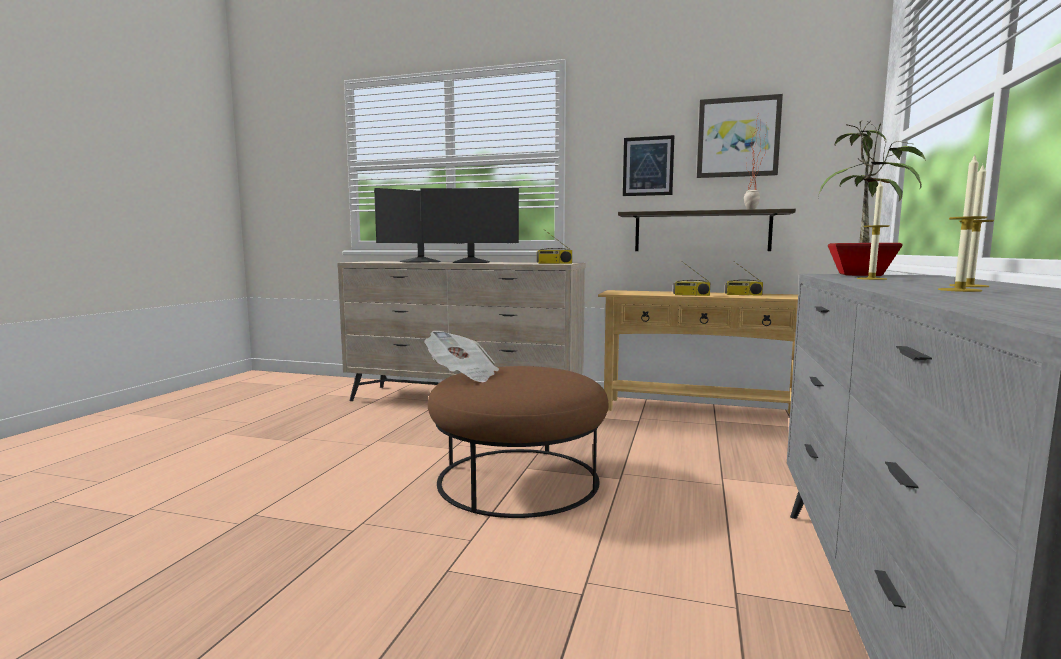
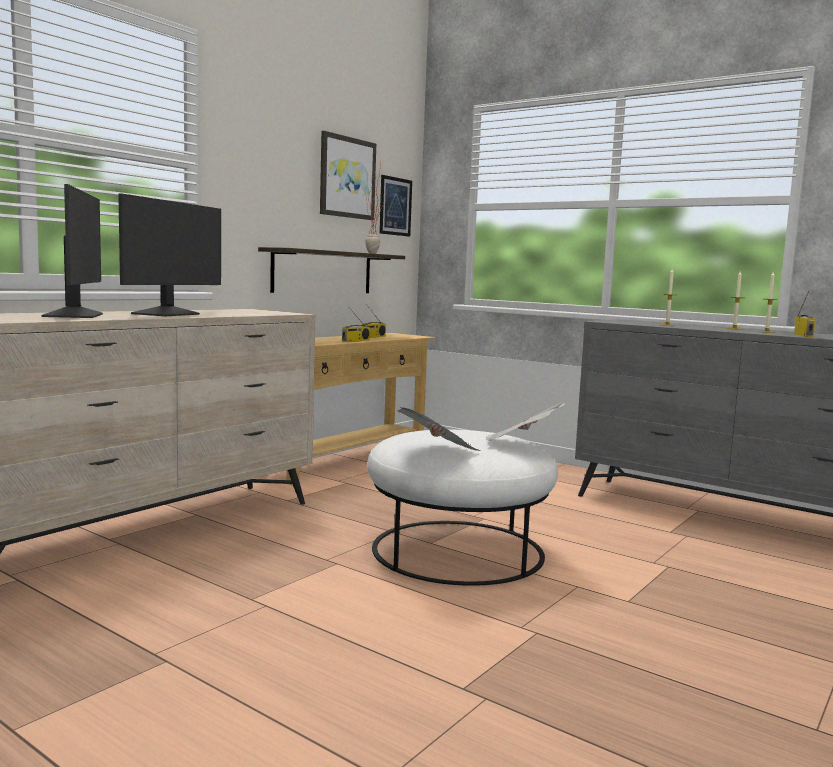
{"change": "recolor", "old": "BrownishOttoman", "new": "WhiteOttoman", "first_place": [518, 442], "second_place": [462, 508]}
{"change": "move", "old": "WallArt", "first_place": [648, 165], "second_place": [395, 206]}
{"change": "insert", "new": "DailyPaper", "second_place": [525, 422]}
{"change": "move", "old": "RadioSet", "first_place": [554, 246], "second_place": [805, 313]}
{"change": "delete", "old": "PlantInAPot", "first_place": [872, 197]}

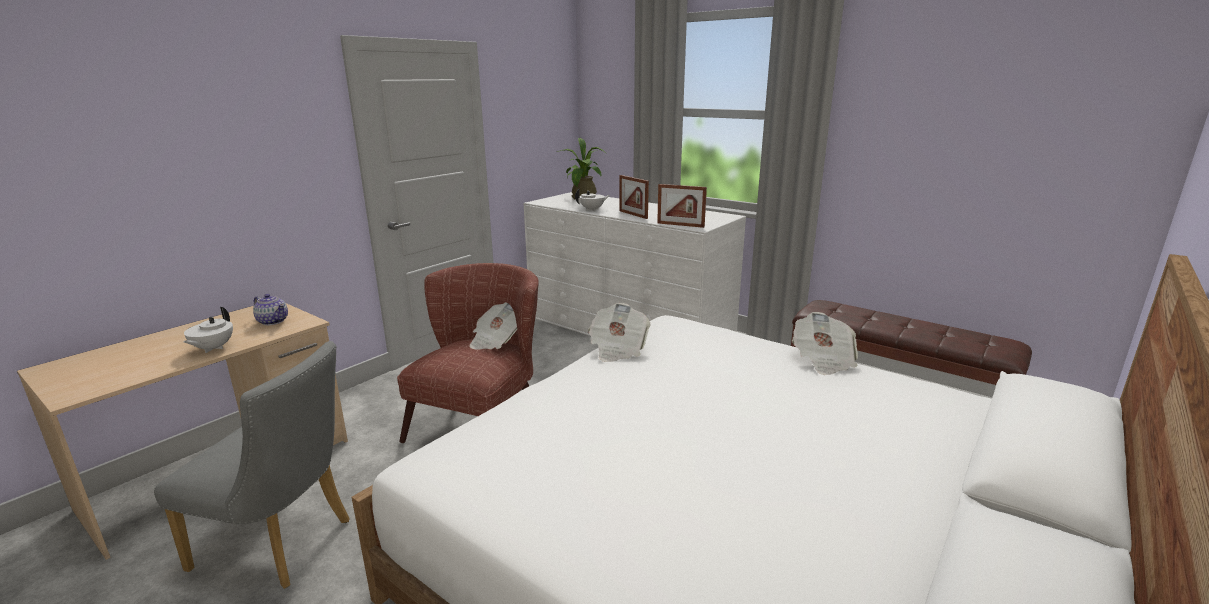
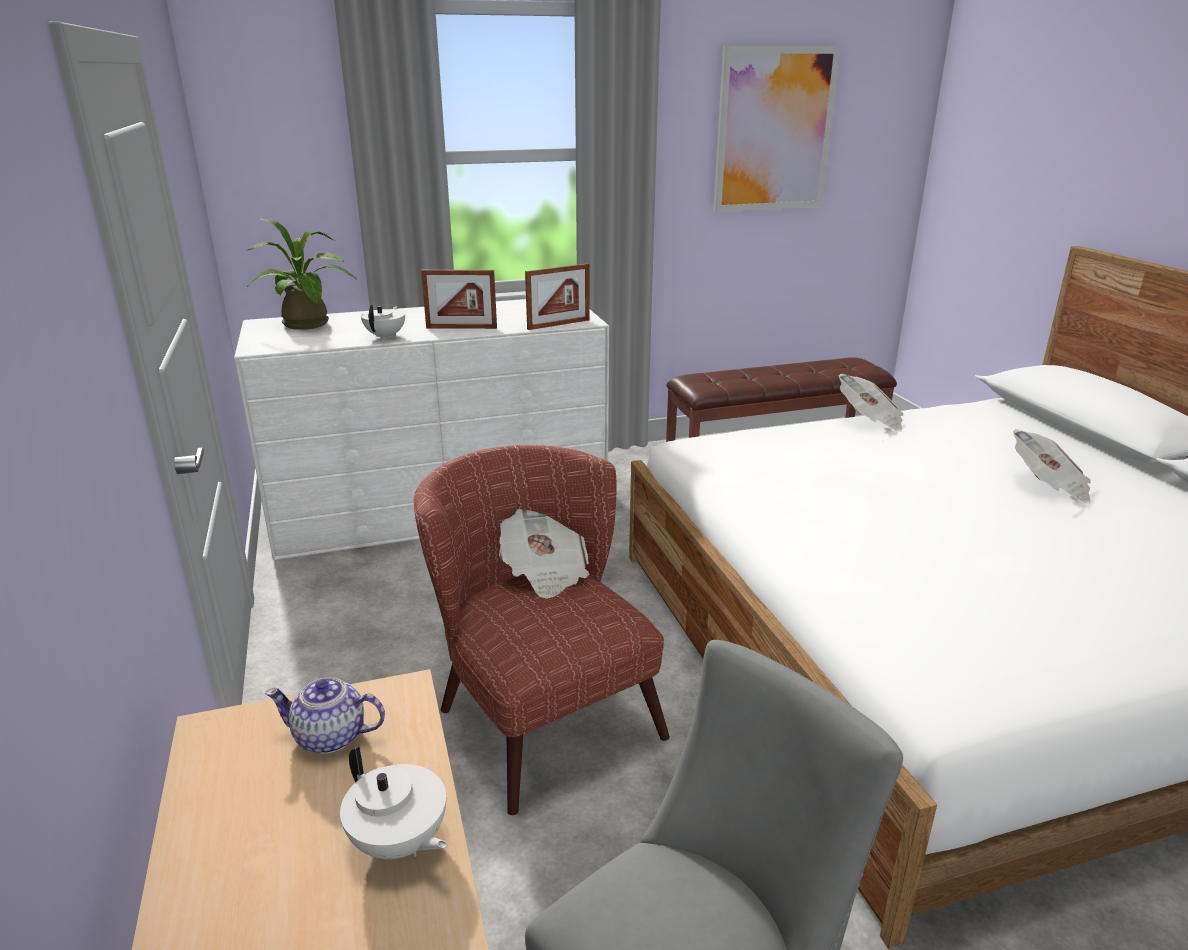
{"change": "rotate", "old": "Teapot", "first_place": [270, 309], "second_place": [325, 715], "degrees": -150}
{"change": "insert", "new": "WallArt", "second_place": [777, 128]}
{"change": "move", "old": "DailyPaper", "first_place": [619, 332], "second_place": [1052, 466]}

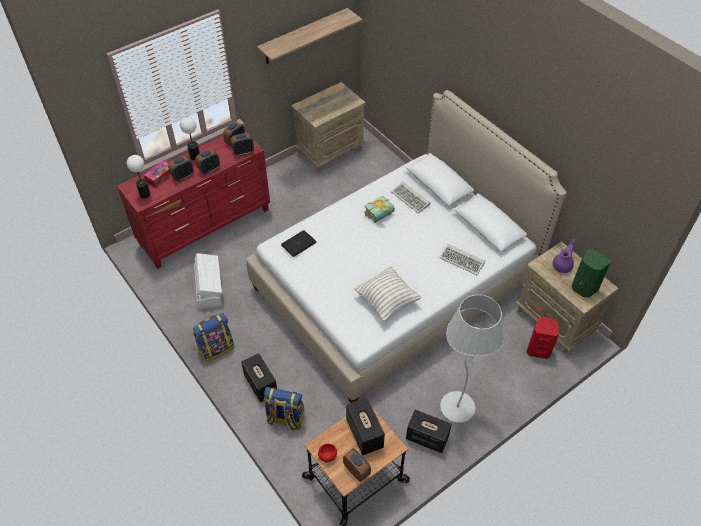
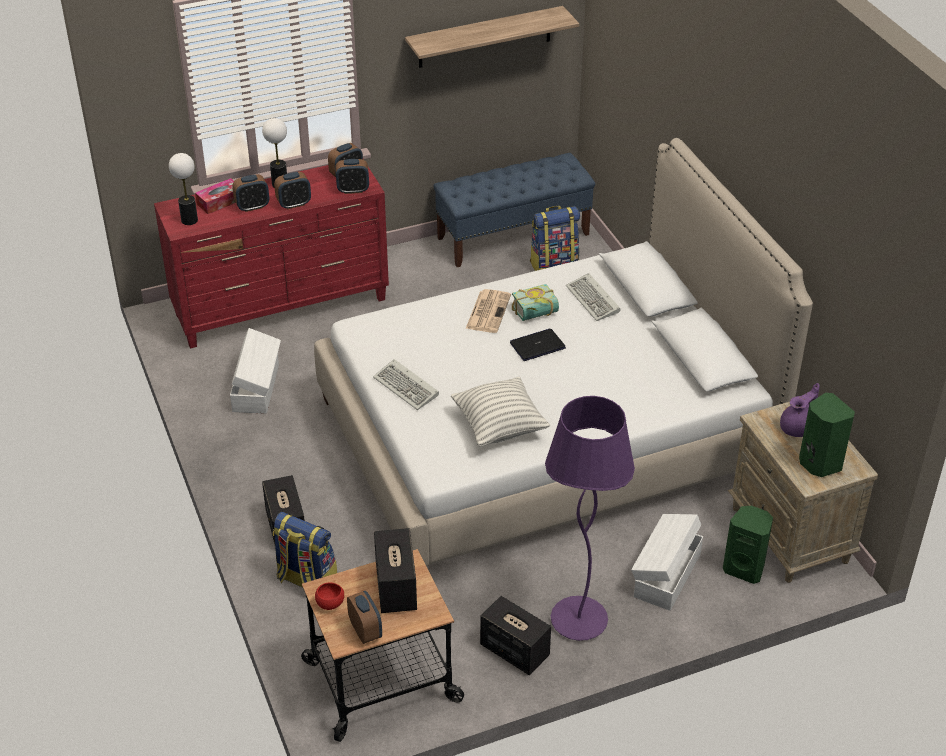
{"change": "move", "old": "PcKeyboard", "first_place": [462, 259], "second_place": [406, 384]}
{"change": "replace", "old": "SandColouredBedsideTable", "new": "BlueIndoorBench", "first_place": [329, 127], "second_place": [514, 210]}
{"change": "insert", "new": "DailyPaper", "second_place": [488, 311]}
{"change": "move", "old": "Laptop", "first_place": [299, 244], "second_place": [538, 345]}
{"change": "move", "old": "Knapsack", "first_place": [213, 337], "second_place": [555, 238]}
{"change": "recolor", "old": "WhiteFloorLamp", "new": "PurpleColouredFloorLamp", "first_place": [472, 359], "second_place": [590, 518]}
{"change": "insert", "new": "WhiteStorageBox", "second_place": [667, 562]}
{"change": "recolor", "old": "RedColouredAudioSpeaker", "new": "GreenishAudioSpeaker", "first_place": [542, 338], "second_place": [748, 545]}

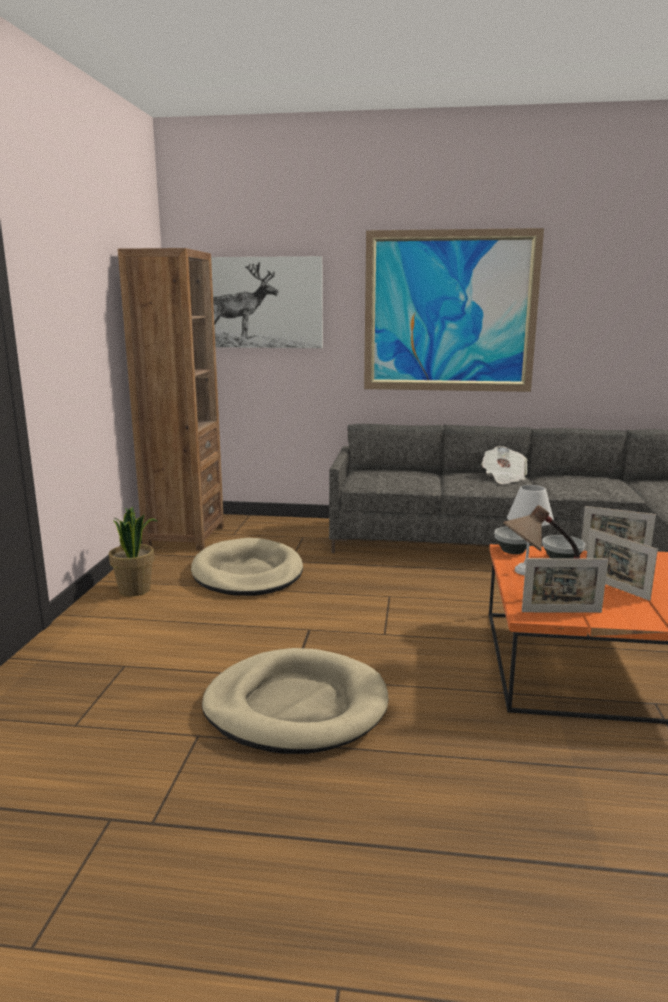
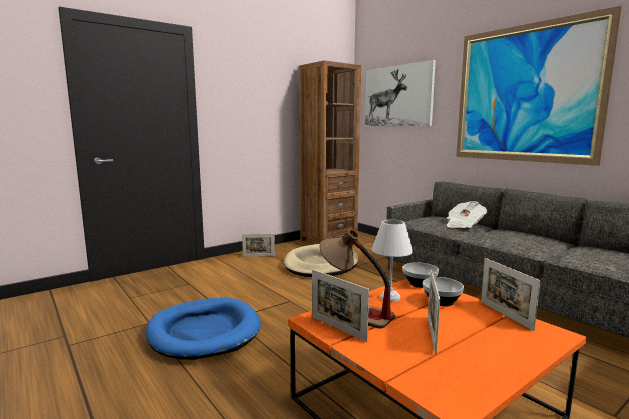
{"change": "recolor", "old": "SandColouredDogCushion", "new": "BlueDogCushion", "first_place": [295, 701], "second_place": [203, 328]}
{"change": "replace", "old": "PlantInAPot", "new": "StandingFrame", "first_place": [133, 551], "second_place": [258, 245]}
{"change": "move", "old": "DailyPaper", "first_place": [504, 465], "second_place": [467, 214]}

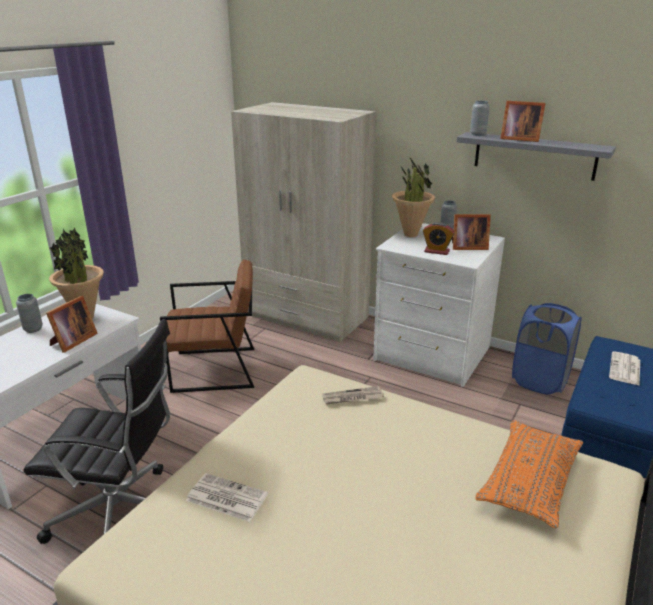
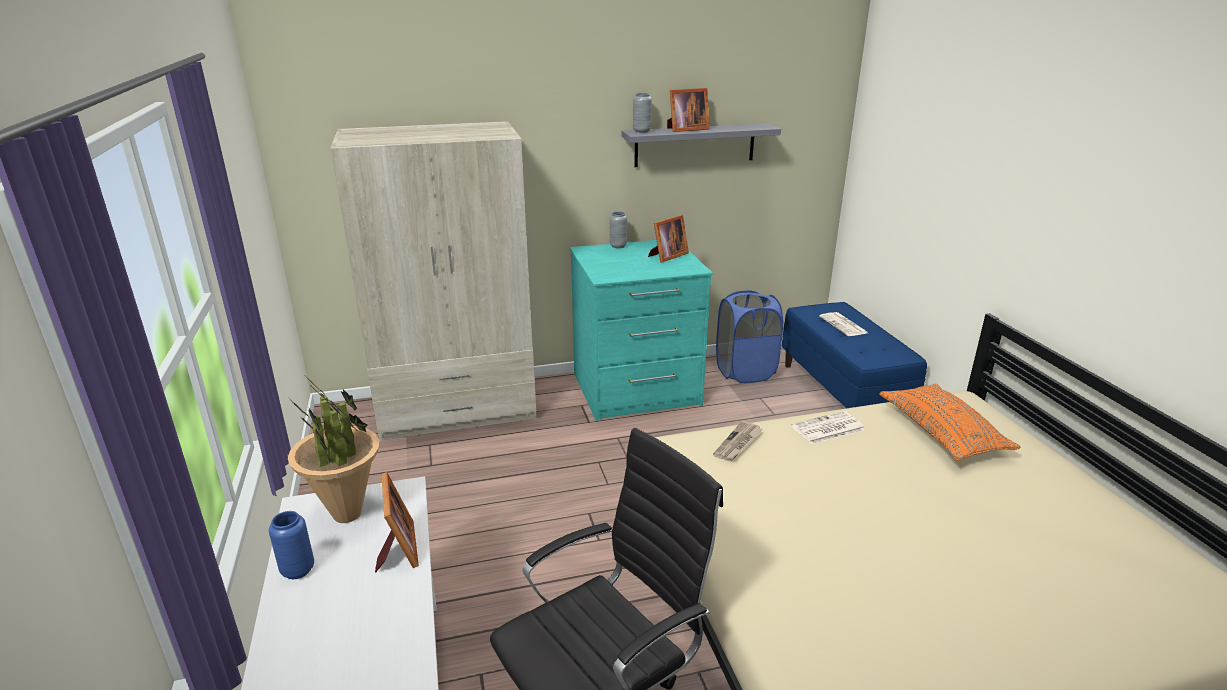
{"change": "recolor", "old": "GreyishDecorativeVase", "new": "BlueDecorativeVase", "first_place": [29, 313], "second_place": [291, 545]}
{"change": "recolor", "old": "WhiteChestOfDrawers", "new": "TurquoiseChestOfDrawers", "first_place": [439, 305], "second_place": [641, 330]}
{"change": "move", "old": "DailyPaper", "first_place": [227, 497], "second_place": [828, 427]}
{"change": "delete", "old": "BrownishEasyChair", "first_place": [207, 326]}
{"change": "delete", "old": "PlantInAPot", "first_place": [413, 196]}
{"change": "delete", "old": "TableClock", "first_place": [439, 238]}

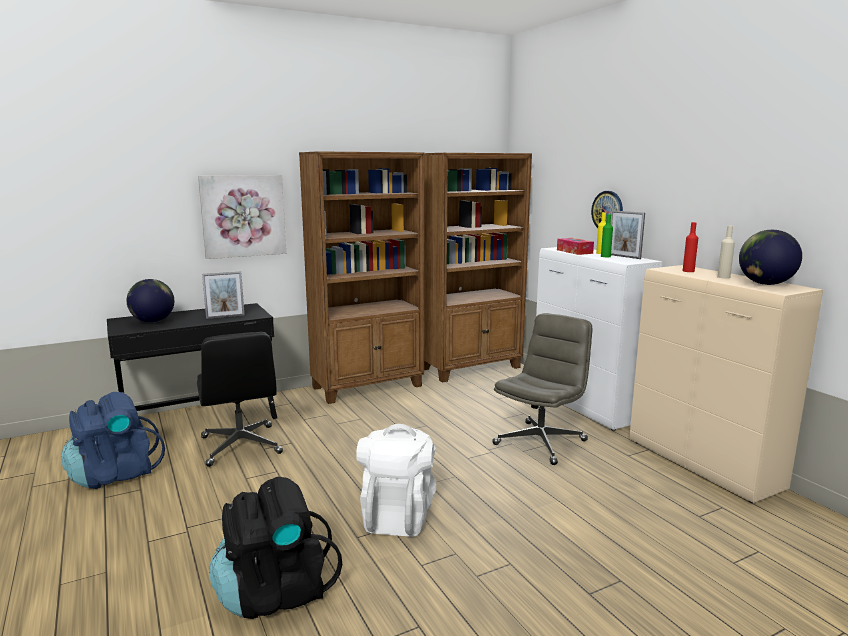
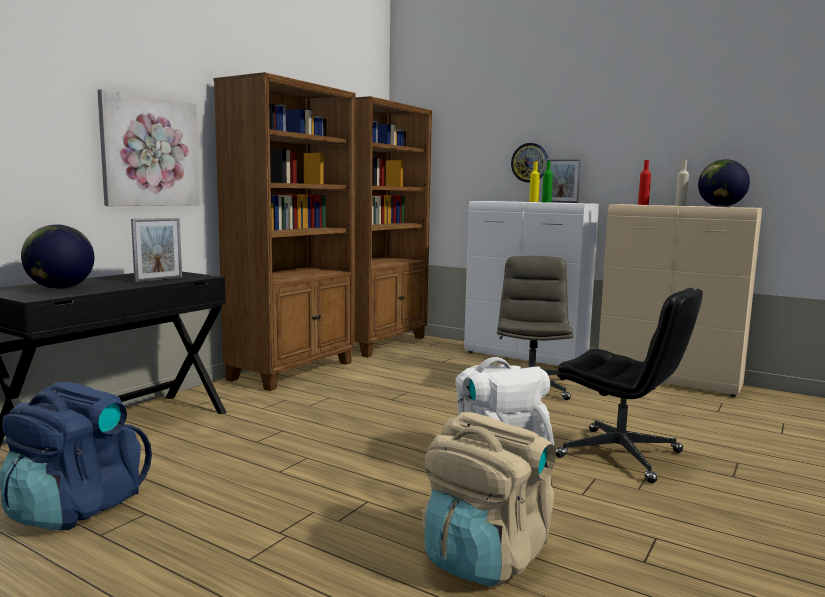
{"change": "recolor", "old": "BlackColouredKnapsack", "new": "SandColouredKnapsack", "first_place": [275, 548], "second_place": [489, 499]}
{"change": "move", "old": "BlackColouredOfficeChair", "first_place": [240, 399], "second_place": [629, 385]}
{"change": "delete", "old": "TissueBox", "first_place": [575, 246]}

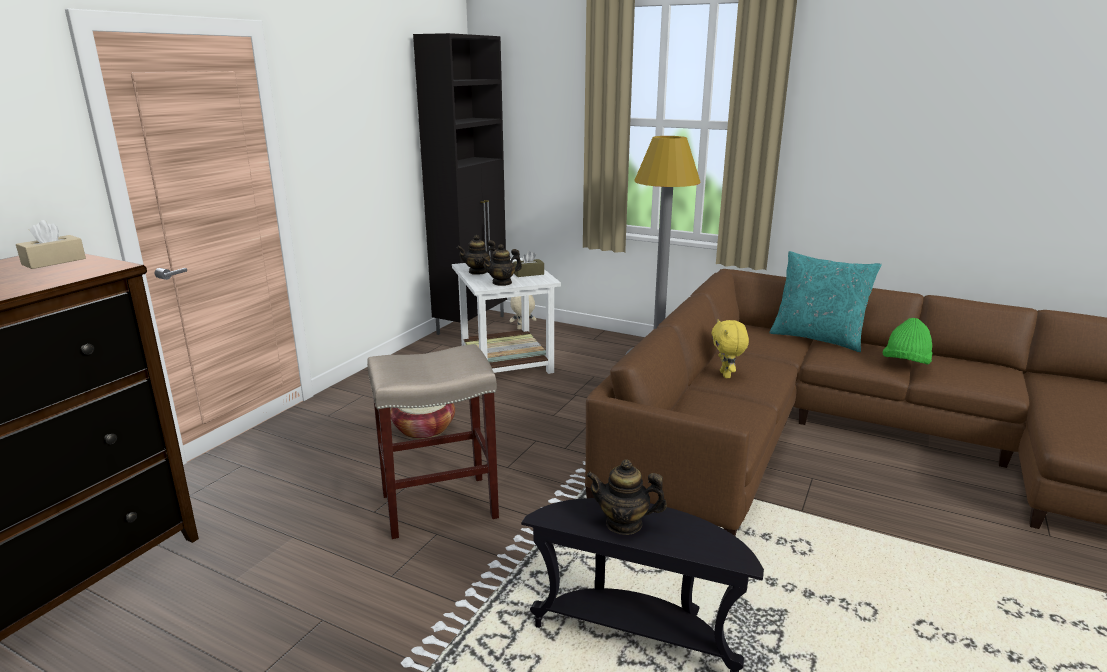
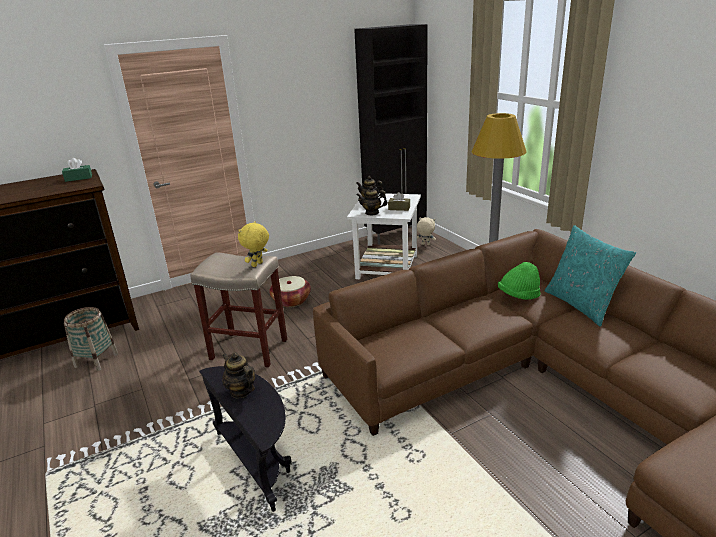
{"change": "recolor", "old": "SandColouredTissueBox", "new": "GreenishTissueBox", "first_place": [51, 244], "second_place": [77, 170]}
{"change": "insert", "new": "HouseholdBasket", "second_place": [91, 339]}
{"change": "move", "old": "YellowSoftToy", "first_place": [730, 348], "second_place": [253, 244]}
{"change": "move", "old": "GreenishHat", "first_place": [907, 341], "second_place": [519, 281]}

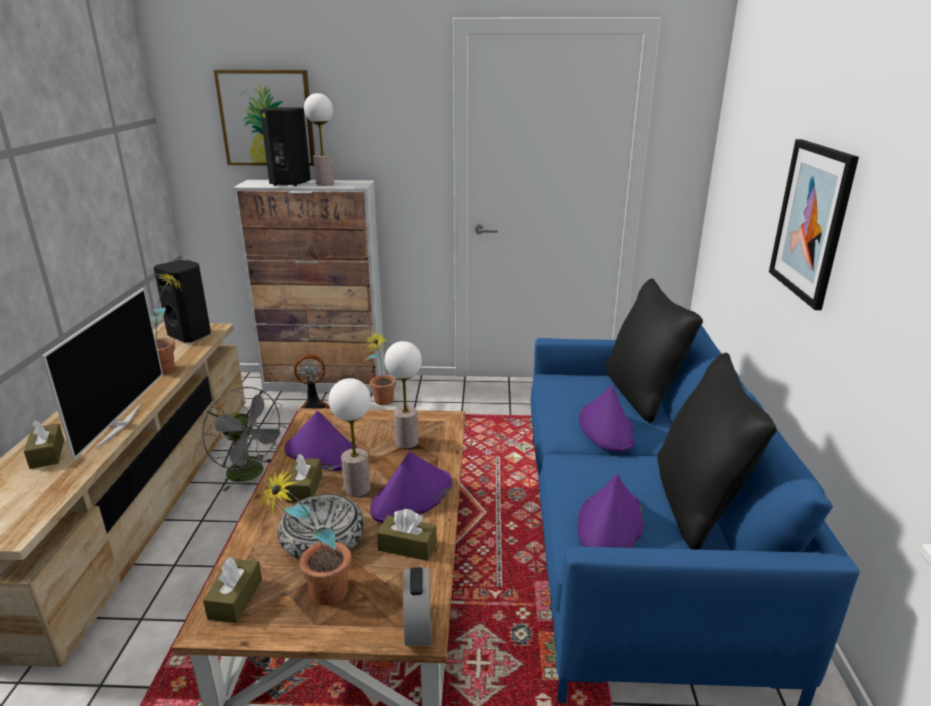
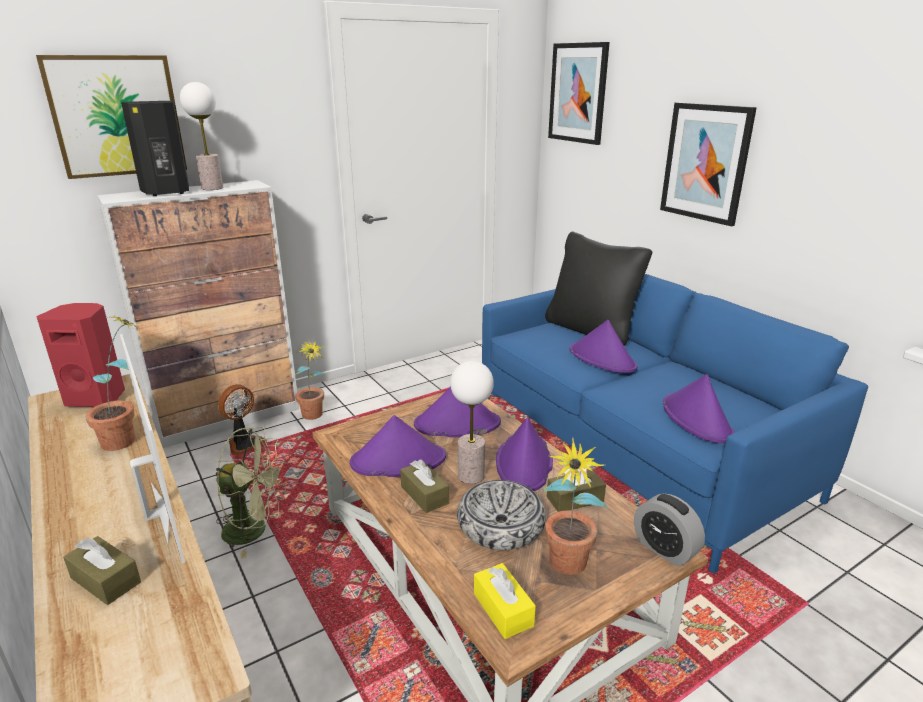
{"change": "recolor", "old": "BlackColouredAudioSpeaker", "new": "RedColouredAudioSpeaker", "first_place": [182, 301], "second_place": [80, 355]}
{"change": "recolor", "old": "GreyishCoolingFan", "new": "GreenishCoolingFan", "first_place": [244, 439], "second_place": [251, 493]}
{"change": "replace", "old": "TabletopLamp", "new": "PurpleColouredHat", "first_place": [403, 395], "second_place": [457, 411]}
{"change": "recolor", "old": "BrownishTissueBox", "new": "YellowTissueBox", "first_place": [232, 590], "second_place": [505, 601]}
{"change": "insert", "new": "WallArt", "second_place": [579, 93]}
{"change": "delete", "old": "BlackColouredThrowPillow", "first_place": [717, 451]}

